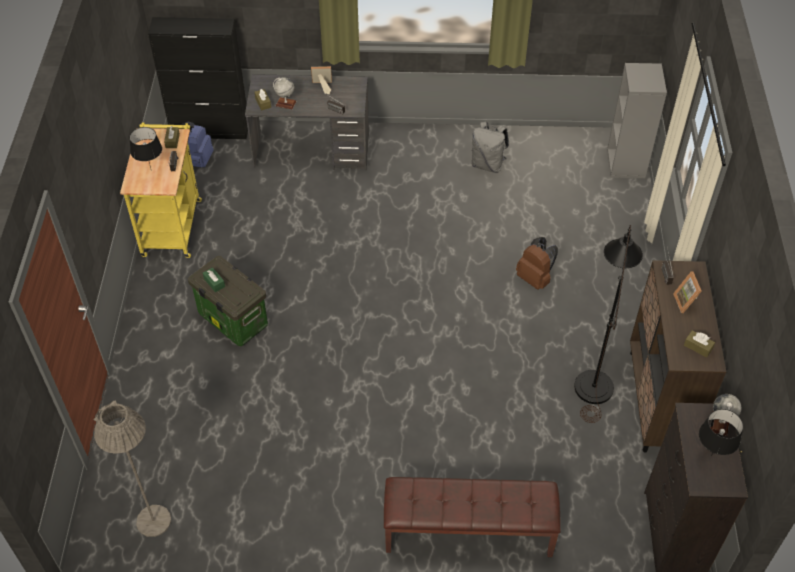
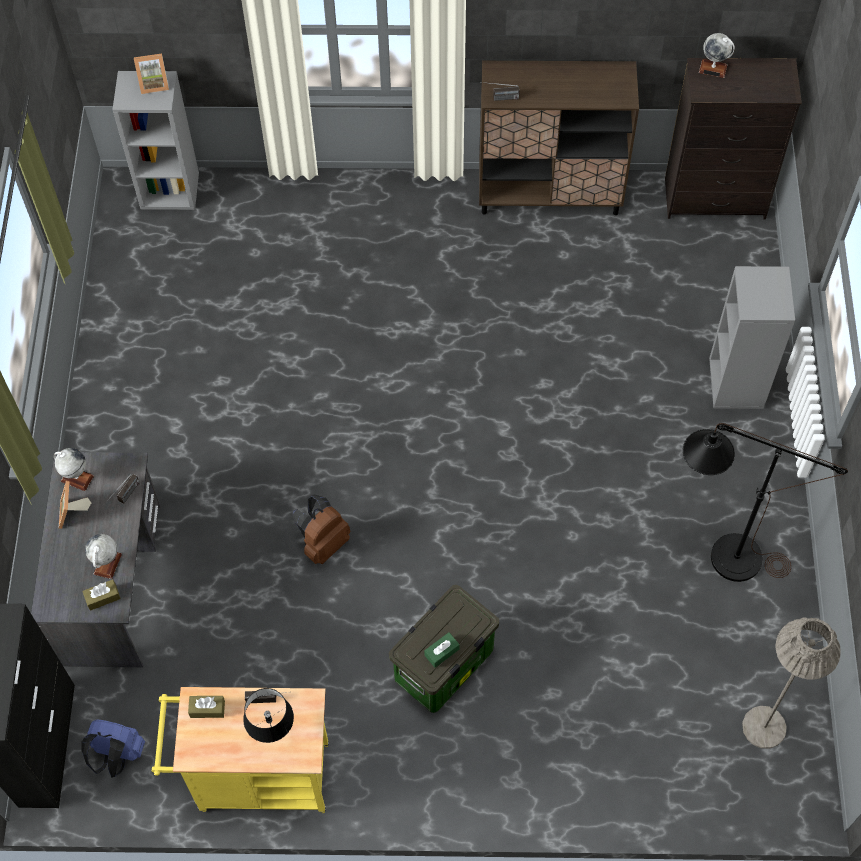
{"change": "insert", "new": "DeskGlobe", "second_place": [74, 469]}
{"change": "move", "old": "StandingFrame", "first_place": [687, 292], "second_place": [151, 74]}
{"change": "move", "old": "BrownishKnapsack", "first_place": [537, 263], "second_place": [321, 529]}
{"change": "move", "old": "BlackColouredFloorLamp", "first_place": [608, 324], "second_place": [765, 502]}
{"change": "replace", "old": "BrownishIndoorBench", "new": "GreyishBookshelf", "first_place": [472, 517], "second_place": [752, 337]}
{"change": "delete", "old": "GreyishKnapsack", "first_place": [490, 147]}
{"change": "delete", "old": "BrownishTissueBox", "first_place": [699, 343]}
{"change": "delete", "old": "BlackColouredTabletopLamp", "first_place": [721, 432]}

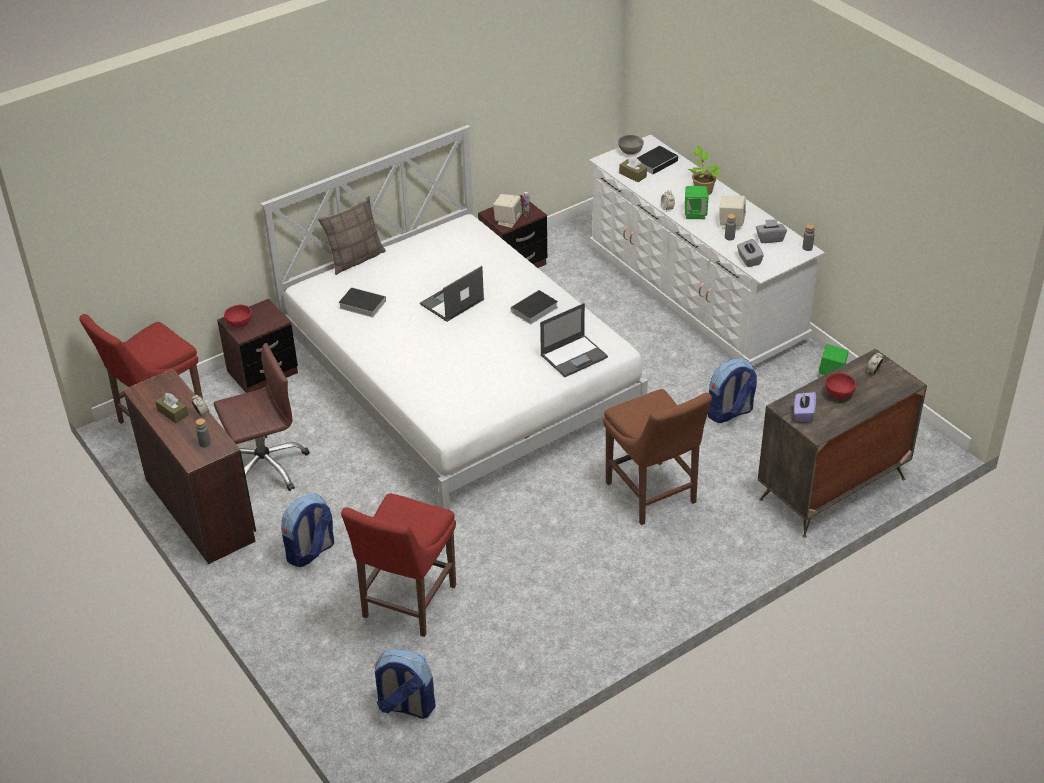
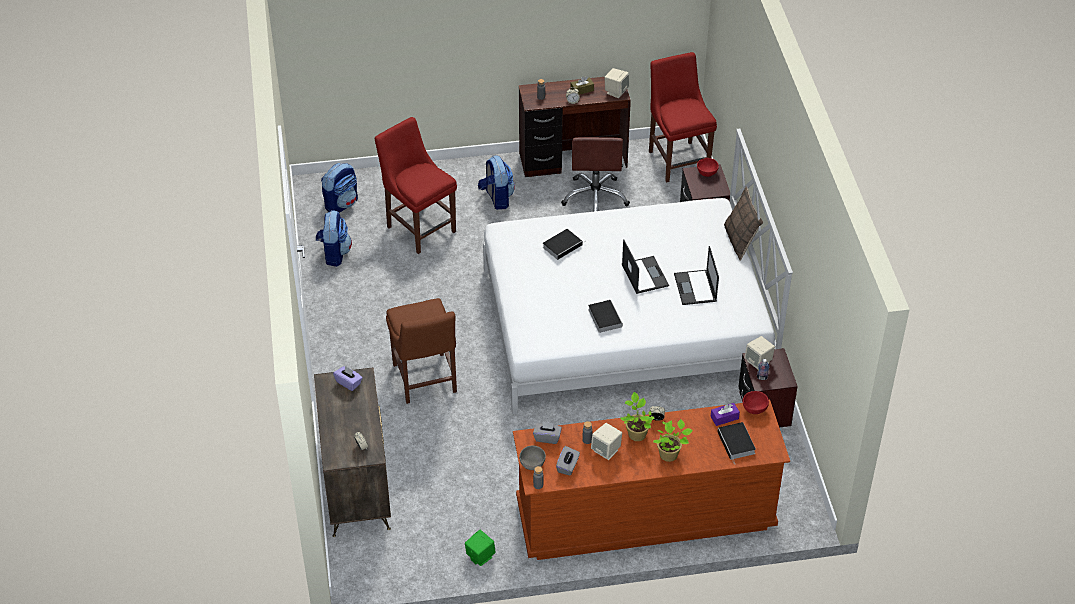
{"change": "move", "old": "Knapsack", "first_place": [732, 390], "second_place": [334, 238]}
{"change": "rotate", "old": "BrownishUprightChair", "first_place": [657, 457], "second_place": [421, 351], "degrees": -105}
{"change": "recolor", "old": "WhiteChestOfDrawers", "new": "BrownishChestOfDrawers", "first_place": [707, 250], "second_place": [651, 480]}
{"change": "move", "old": "GreyishDeepDish", "first_place": [631, 145], "second_place": [532, 458]}
{"change": "move", "old": "BoundBook", "first_place": [362, 302], "second_place": [564, 244]}
{"change": "insert", "new": "SandColouredAudioSpeaker", "second_place": [616, 83]}
{"change": "replace", "old": "GreenishAudioSpeaker", "new": "PlantInAPot", "first_place": [697, 202], "second_place": [637, 416]}
{"change": "move", "old": "Laptop", "first_place": [574, 340], "second_place": [696, 275]}
{"change": "recolor", "old": "BrownishTissueBox", "new": "PurpleColouredTissueBox", "first_place": [633, 169], "second_place": [725, 414]}
{"change": "move", "old": "RedColouredDeepDish", "first_place": [841, 386], "second_place": [756, 402]}

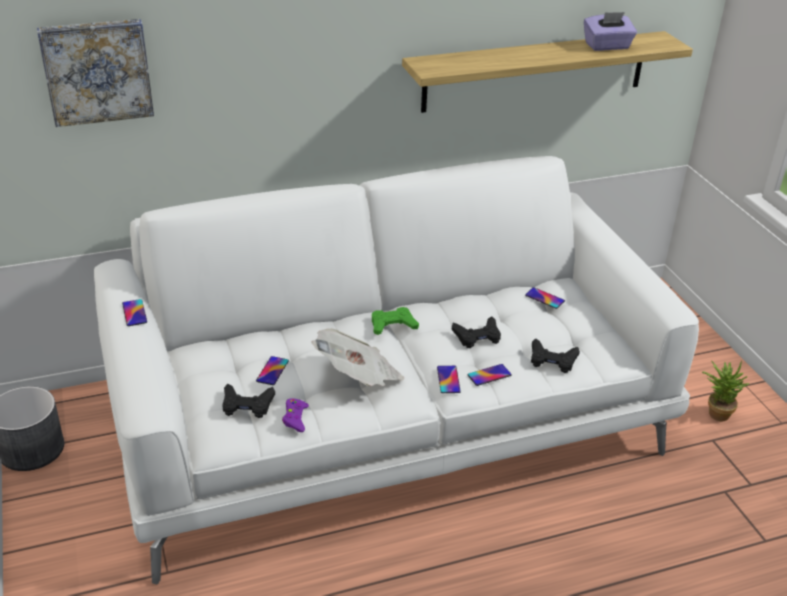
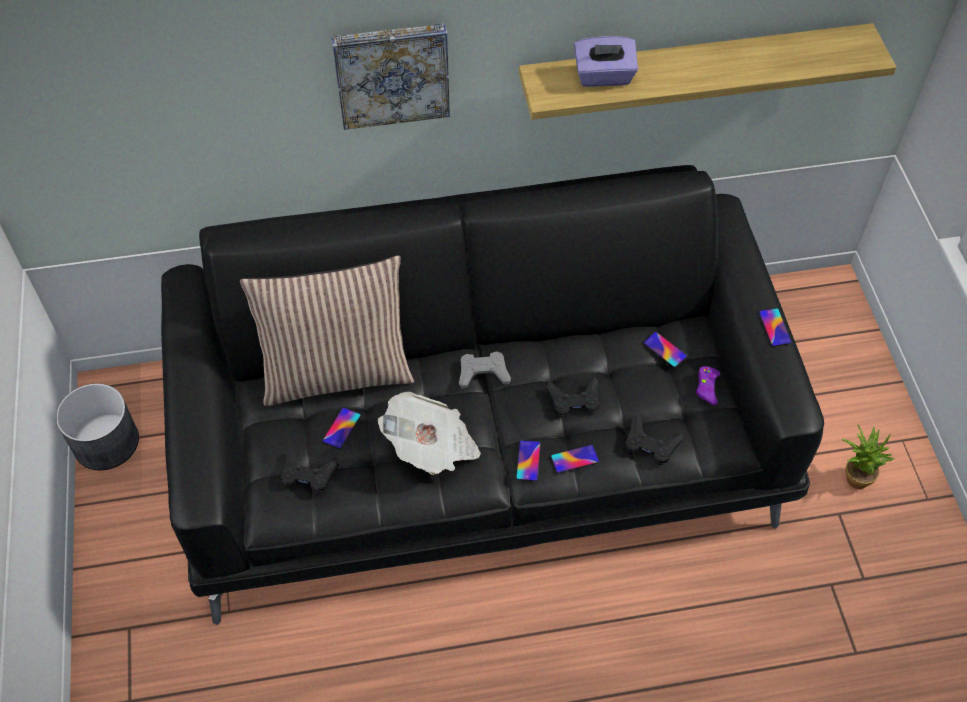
{"change": "recolor", "old": "WhiteCouch", "new": "BlackColouredCouch", "first_place": [396, 370], "second_place": [492, 395]}
{"change": "insert", "new": "ThrowPillow", "second_place": [327, 330]}
{"change": "move", "old": "WallArt", "first_place": [95, 73], "second_place": [391, 76]}
{"change": "recolor", "old": "GreenishJoypad", "new": "GreyishJoypad", "first_place": [395, 321], "second_place": [485, 370]}
{"change": "move", "old": "PurpleColouredTissueBox", "first_place": [610, 31], "second_place": [606, 61]}
{"change": "move", "old": "PurpleColouredJoypad", "first_place": [295, 415], "second_place": [708, 385]}
{"change": "move", "old": "Telephone", "first_place": [134, 312], "second_place": [775, 327]}

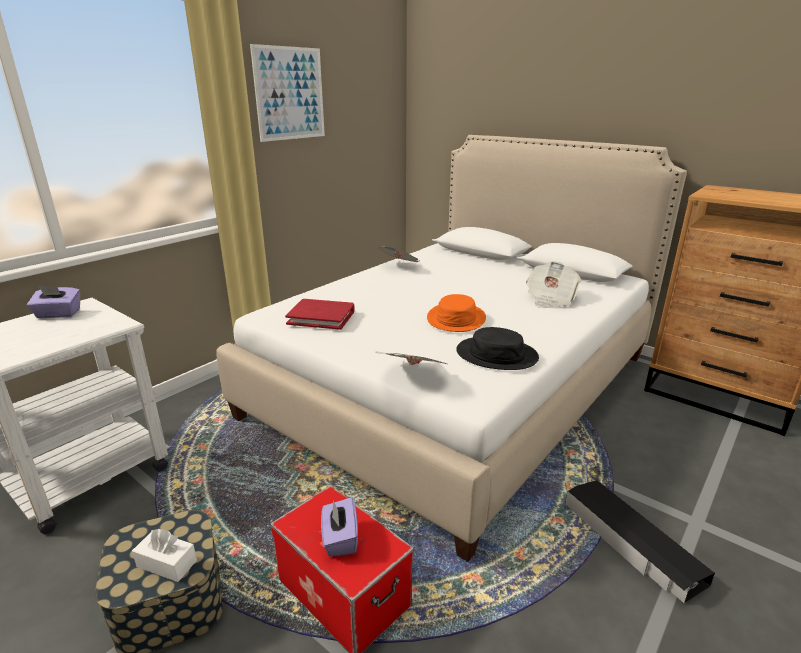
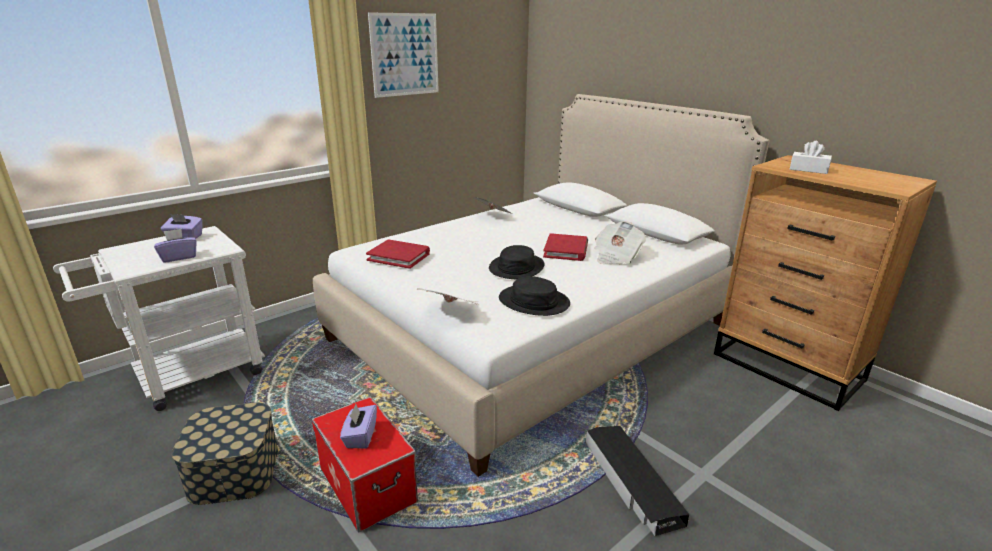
{"change": "insert", "new": "PurpleColouredTissueBox", "second_place": [175, 246]}
{"change": "recolor", "old": "OrangeHat", "new": "BlackColouredHat", "first_place": [456, 313], "second_place": [517, 262]}
{"change": "insert", "new": "RedColouredBoundBook", "second_place": [565, 247]}
{"change": "move", "old": "WhiteTissueBox", "first_place": [164, 555], "second_place": [811, 157]}

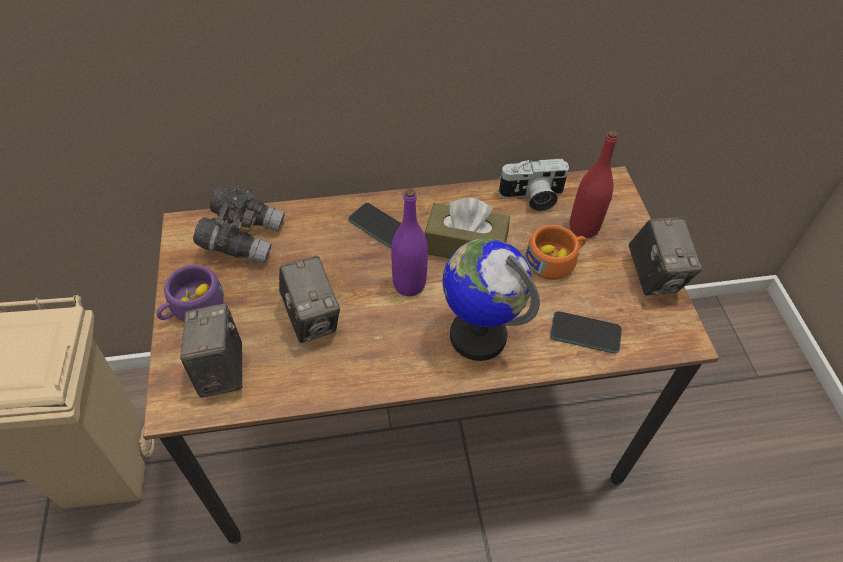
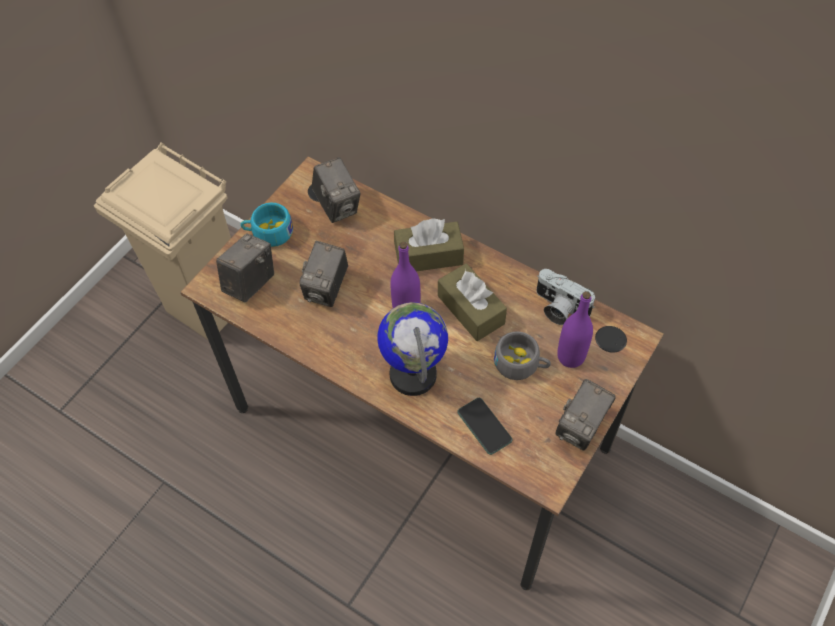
{"change": "recolor", "old": "PurpleColouredCup", "new": "TurquoiseCup", "first_place": [190, 293], "second_place": [266, 224]}
{"change": "replace", "old": "GreyishFieldGlasses", "new": "PhotoCamera", "first_place": [239, 225], "second_place": [336, 190]}
{"change": "replace", "old": "Telephone", "new": "BrownishTissueBox", "first_place": [374, 225], "second_place": [429, 244]}
{"change": "recolor", "old": "OrangeCup", "new": "GreyishCup", "first_place": [555, 252], "second_place": [522, 355]}
{"change": "recolor", "old": "RedColouredBeverageBottle", "new": "PurpleColouredBeverageBottle", "first_place": [594, 184], "second_place": [575, 329]}

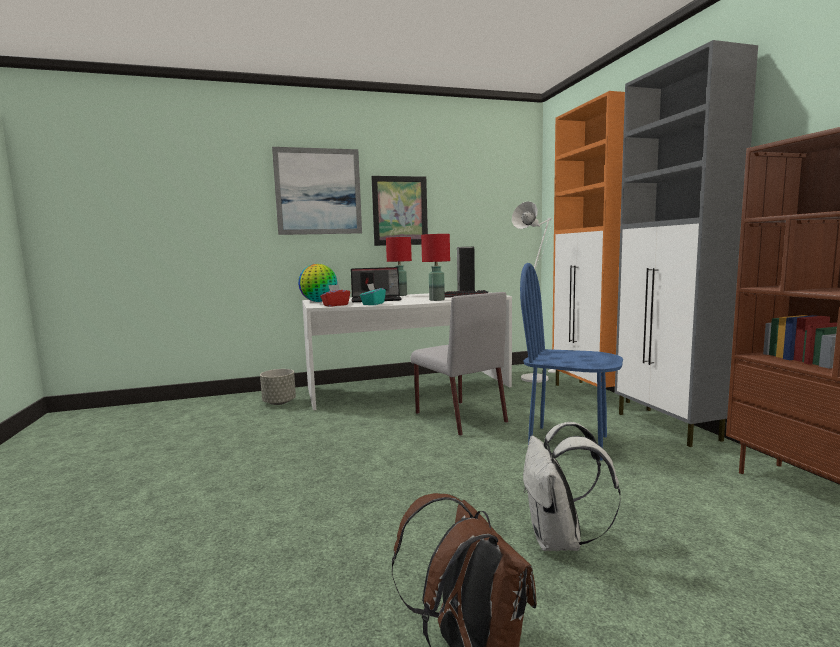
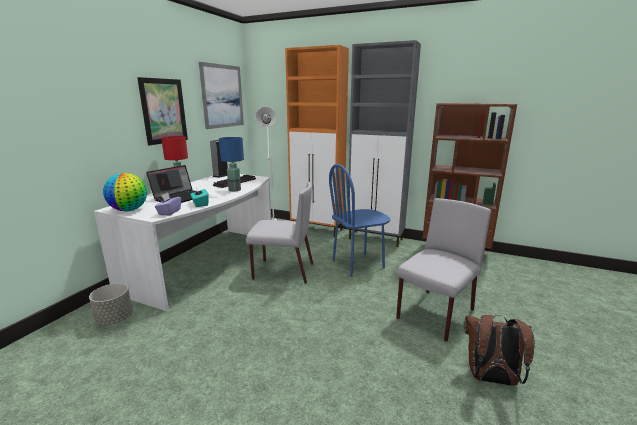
{"change": "recolor", "old": "RedColouredTissueBox", "new": "PurpleColouredTissueBox", "first_place": [335, 295], "second_place": [168, 204]}
{"change": "move", "old": "WallArt", "first_place": [317, 191], "second_place": [221, 95]}
{"change": "recolor", "old": "RedColouredTabletopLamp", "new": "BlueTabletopLamp", "first_place": [435, 267], "second_place": [231, 164]}
{"change": "replace", "old": "WhiteKnapsack", "new": "GreyishUprightChair", "first_place": [572, 486], "second_place": [443, 270]}

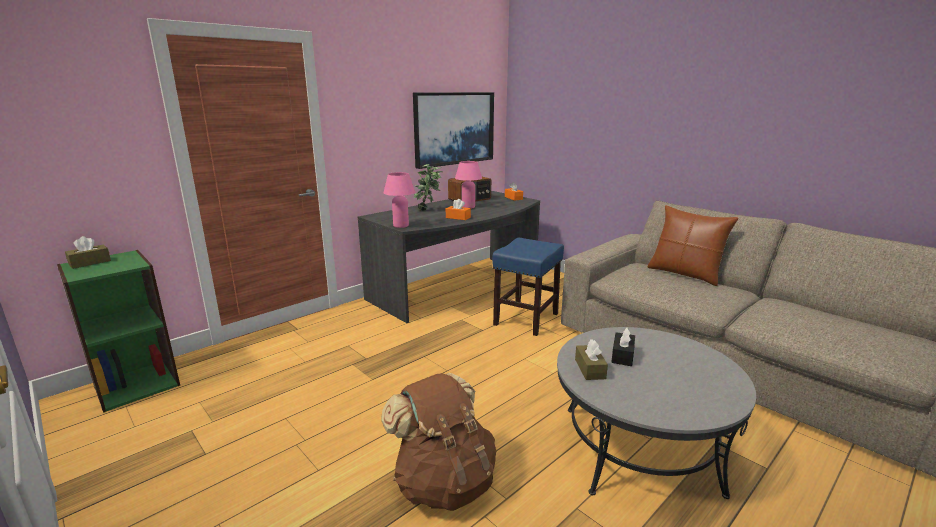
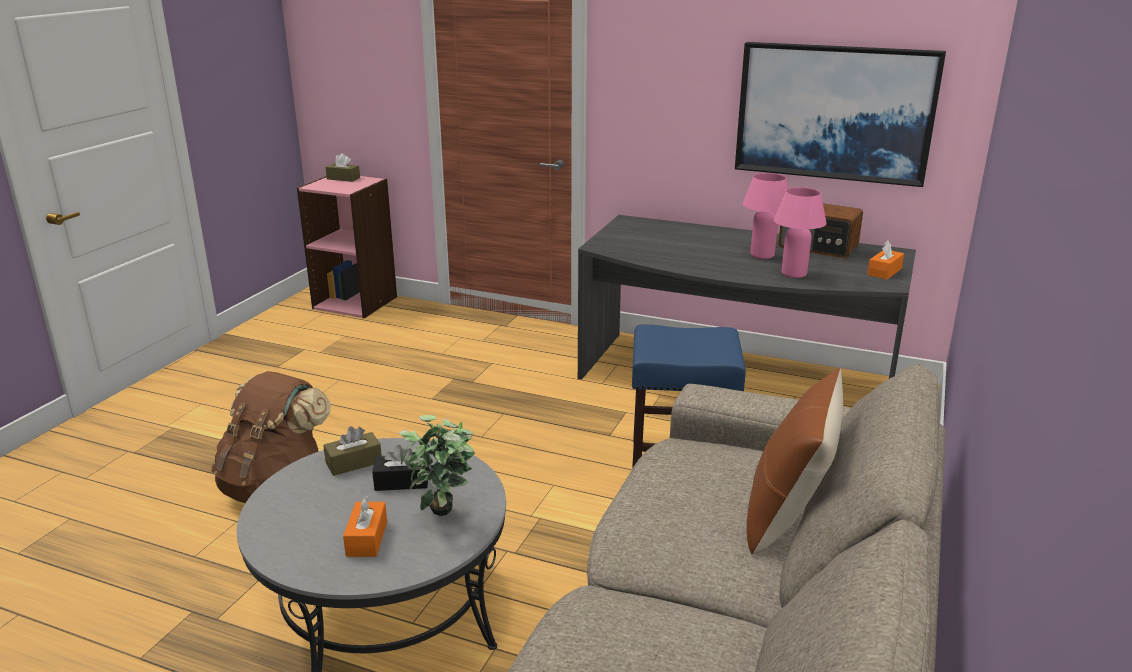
{"change": "recolor", "old": "GreenishBookshelf", "new": "PinkishBookshelf", "first_place": [118, 331], "second_place": [347, 247]}
{"change": "move", "old": "OrangeTissueBox", "first_place": [458, 209], "second_place": [365, 526]}
{"change": "move", "old": "PlantInAPot", "first_place": [427, 187], "second_place": [437, 465]}
{"change": "move", "old": "PinkishTabletopLamp", "first_place": [399, 200], "second_place": [800, 232]}

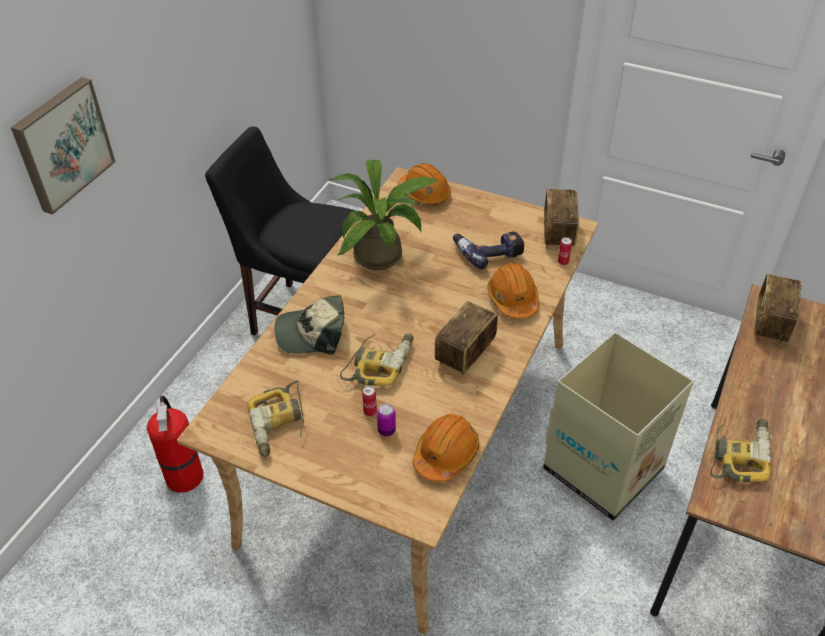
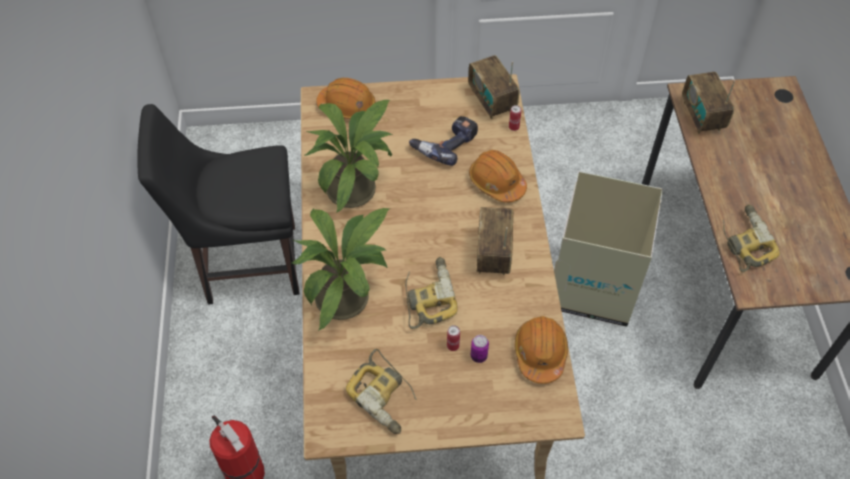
{"change": "replace", "old": "Cap", "new": "PlantInAPot", "first_place": [309, 325], "second_place": [340, 269]}
{"change": "delete", "old": "WallArt", "first_place": [63, 146]}

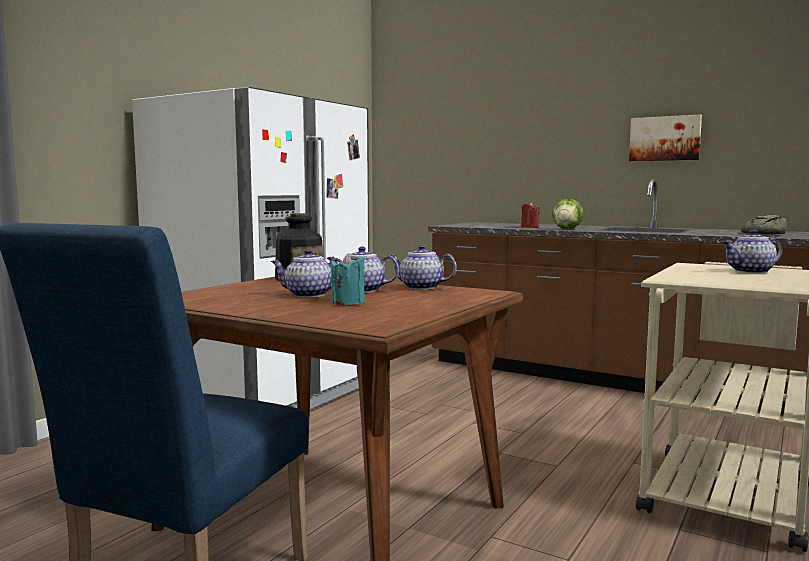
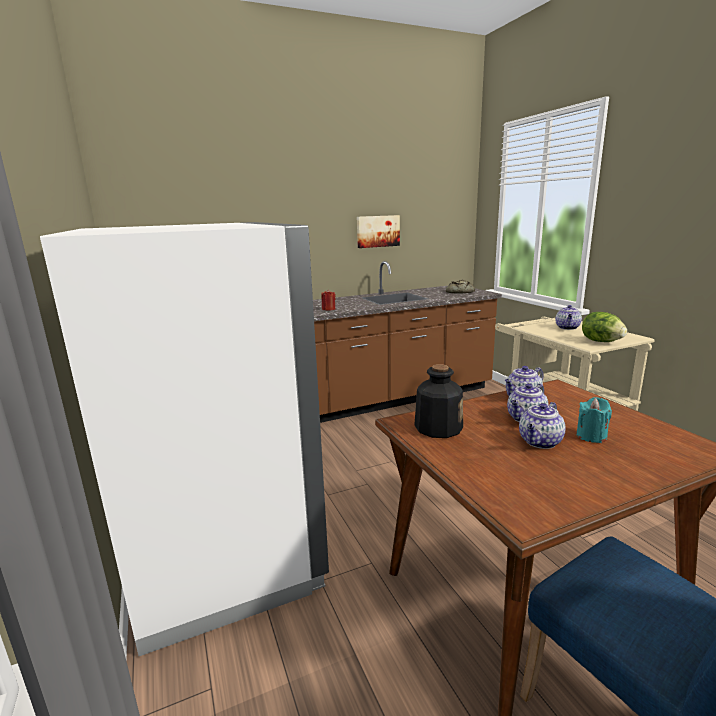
{"change": "move", "old": "HeadOfLettuce", "first_place": [568, 214], "second_place": [604, 327]}

